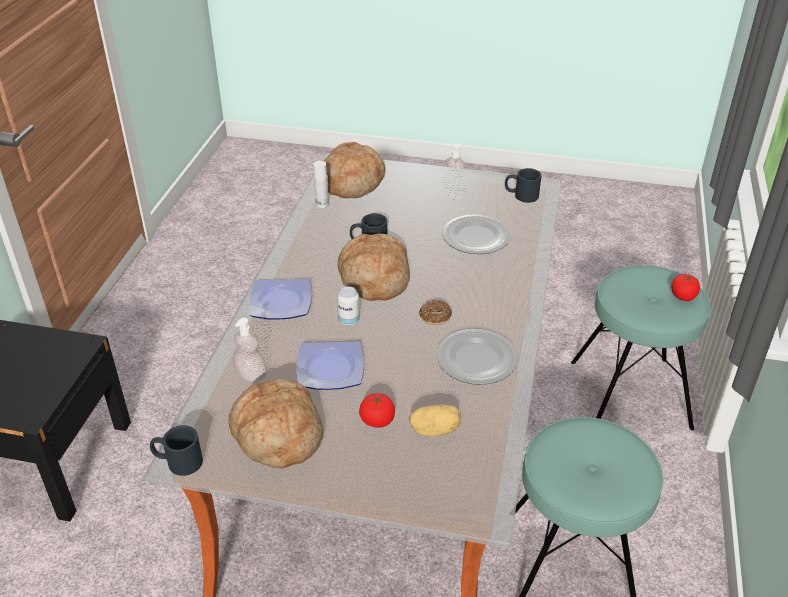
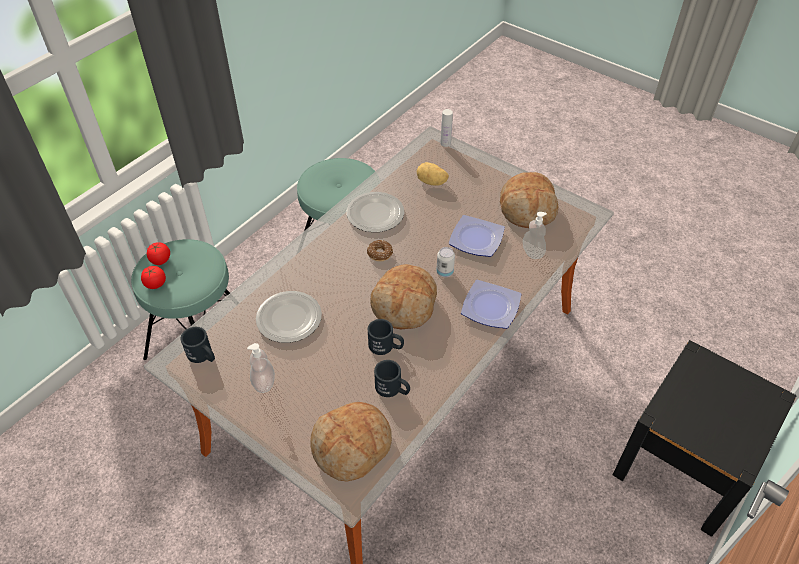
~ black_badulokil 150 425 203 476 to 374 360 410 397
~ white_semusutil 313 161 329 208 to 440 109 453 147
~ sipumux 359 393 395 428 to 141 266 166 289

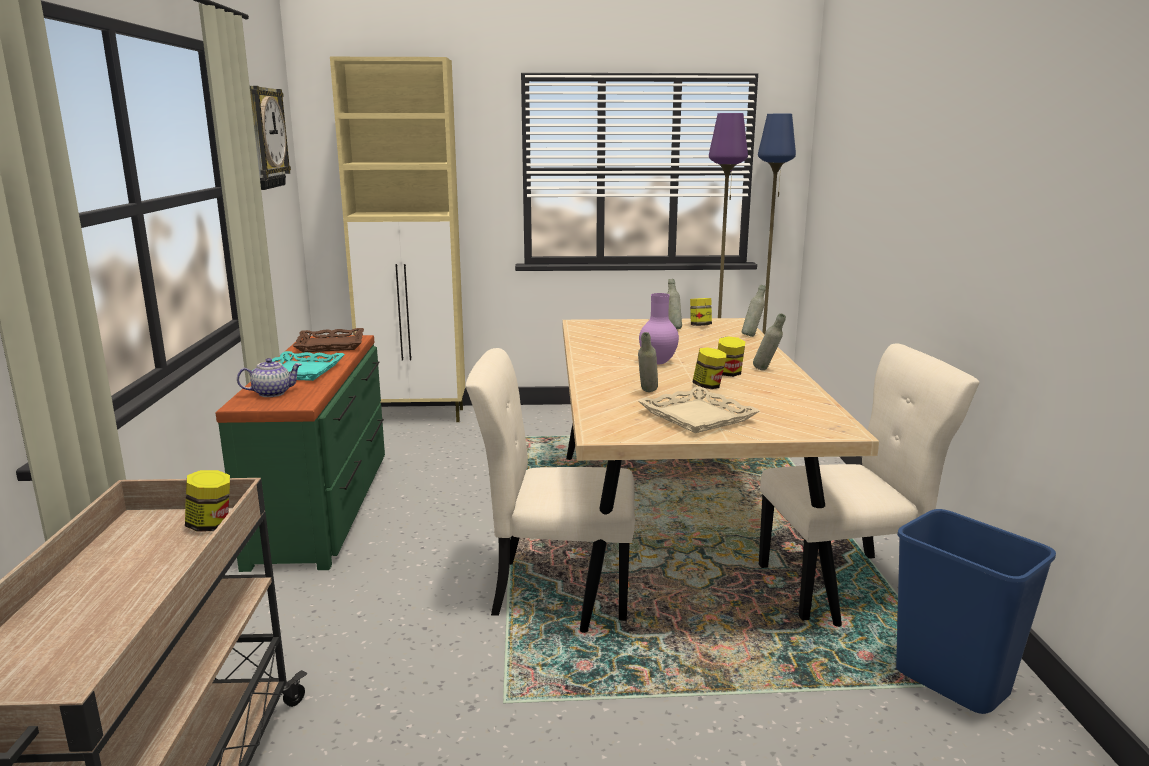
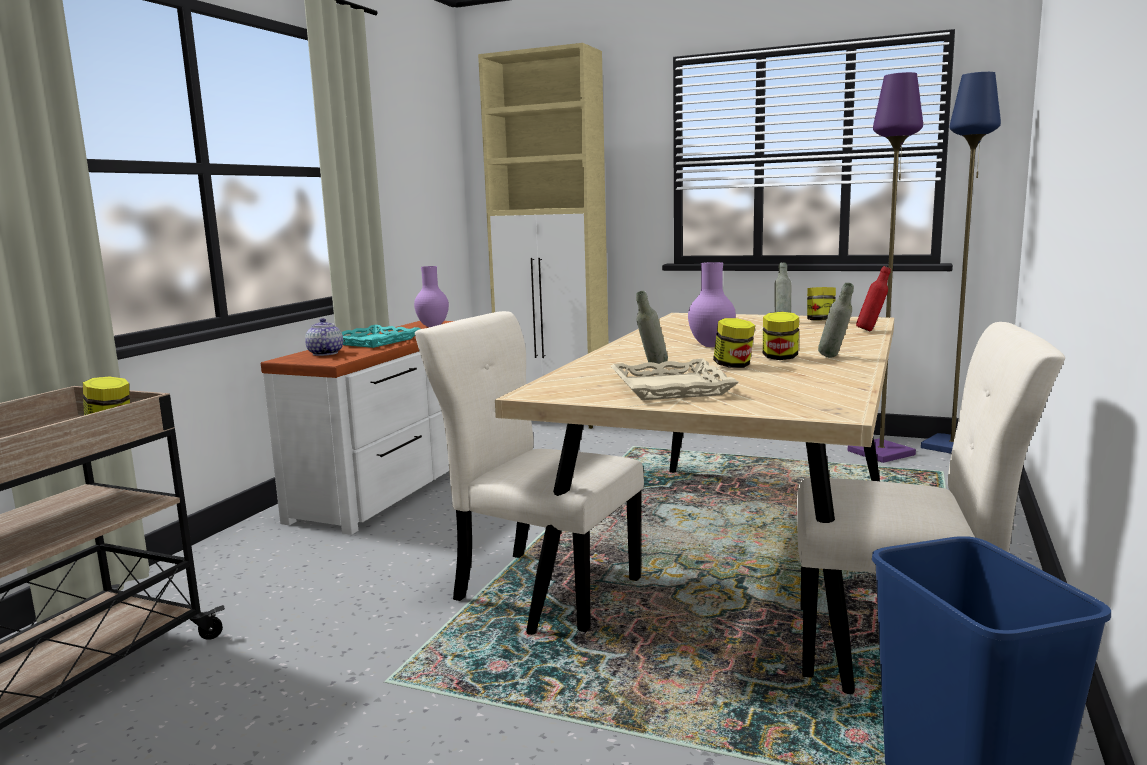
~ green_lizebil 216 335 385 572 to white_lizebil 261 321 453 535
~ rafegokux 237 358 302 397 = 305 318 343 356 105 degrees counterclockwise
- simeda 250 86 291 190
~ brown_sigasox 293 328 364 352 to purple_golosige 414 266 449 327
~ grey_semusutil 742 285 766 337 to red_semusutil 856 266 891 331

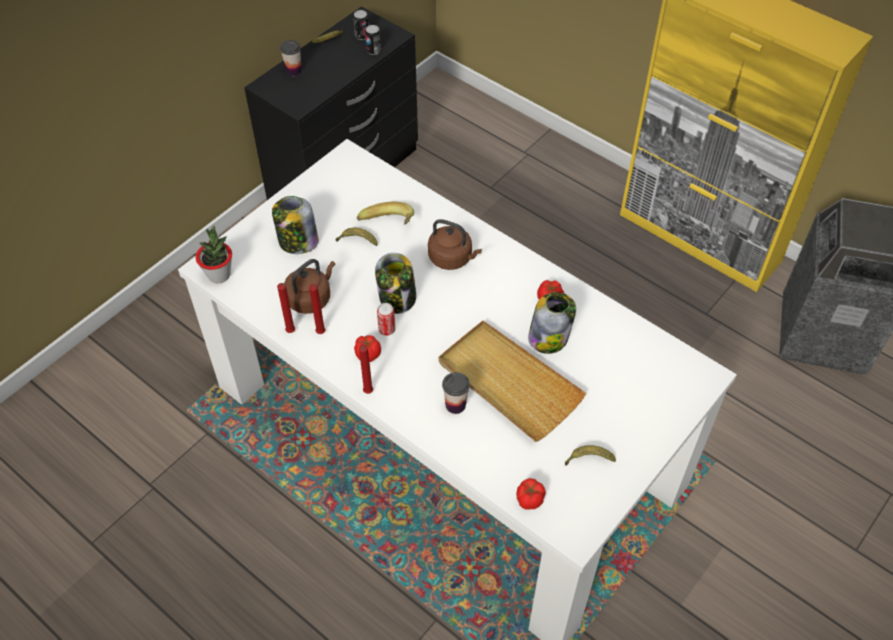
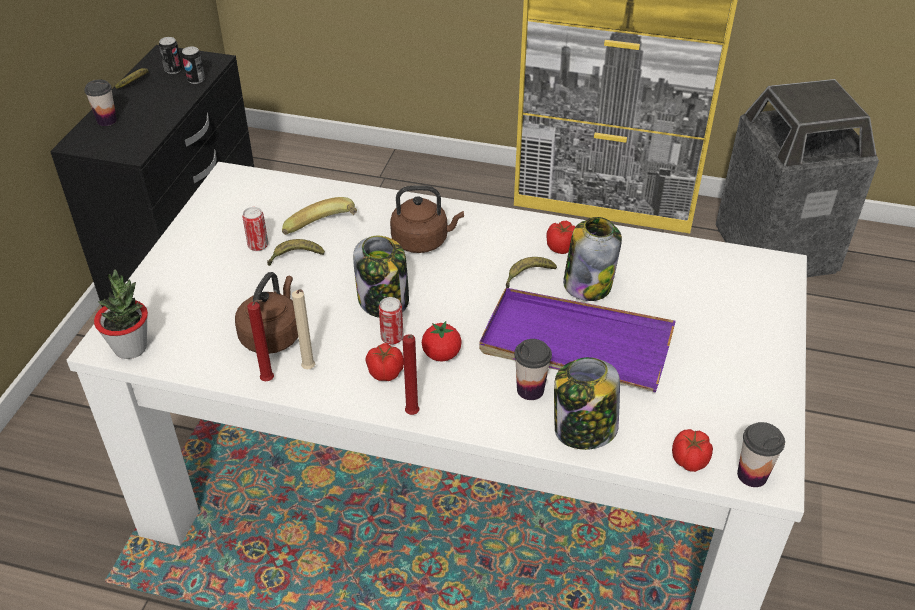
~ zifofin 272 196 319 254 to 554 357 620 450
~ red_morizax 309 284 326 334 to beige_morizax 292 289 315 369
~ beige_sigasox 439 321 586 442 to purple_sigasox 479 288 676 392
~ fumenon 565 445 616 466 to 506 257 557 288
+ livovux 242 207 268 251
+ sipumux 422 321 462 361
+ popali 737 422 785 487

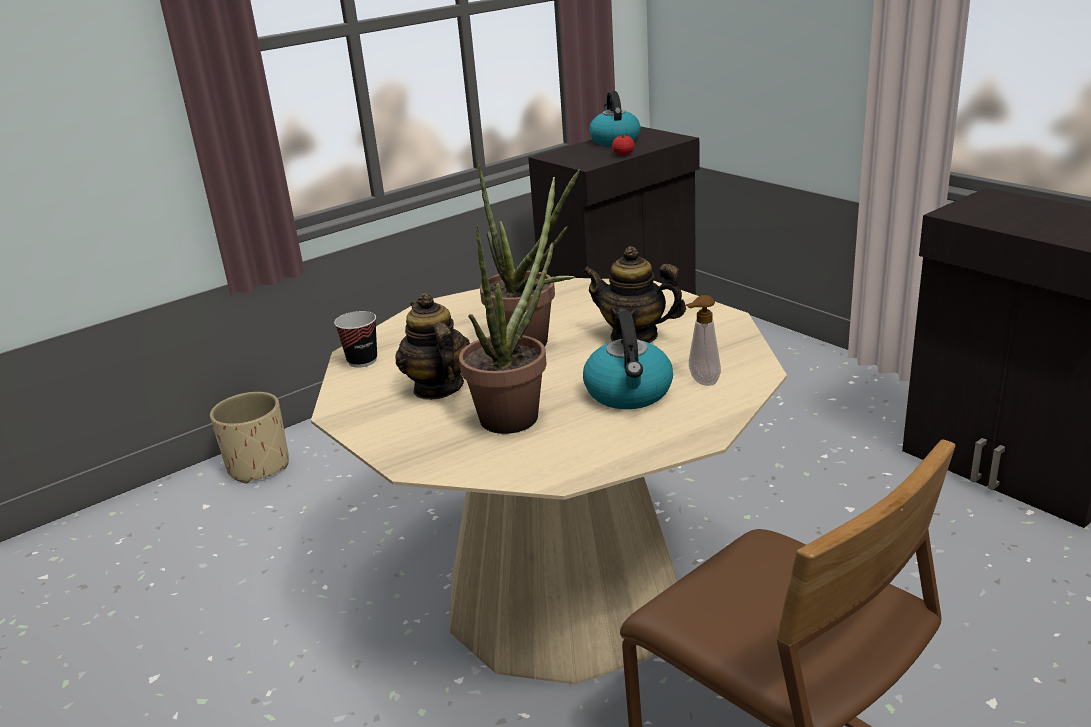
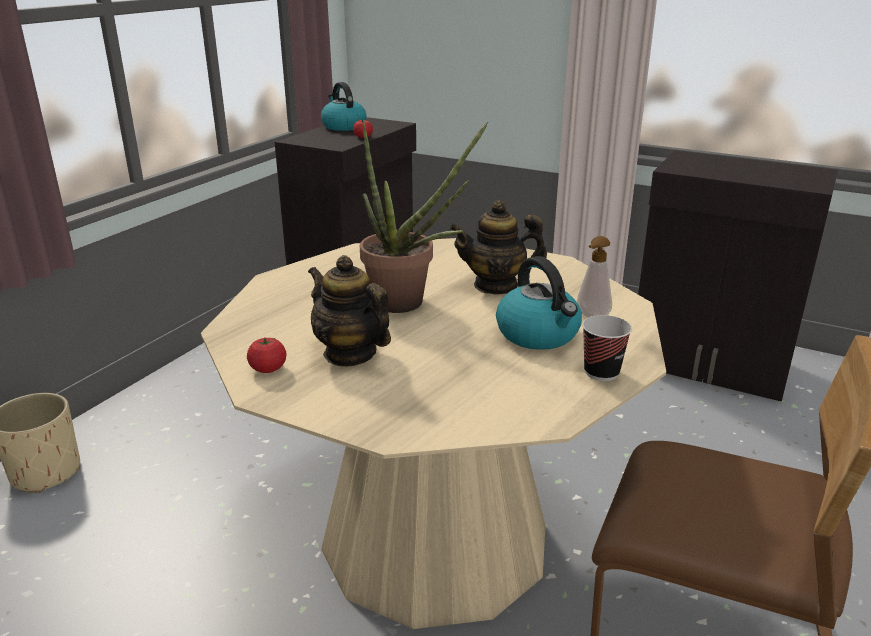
~ popali 334 311 377 368 to 582 315 632 381
- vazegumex 459 177 555 434
+ sipumux 247 337 287 373

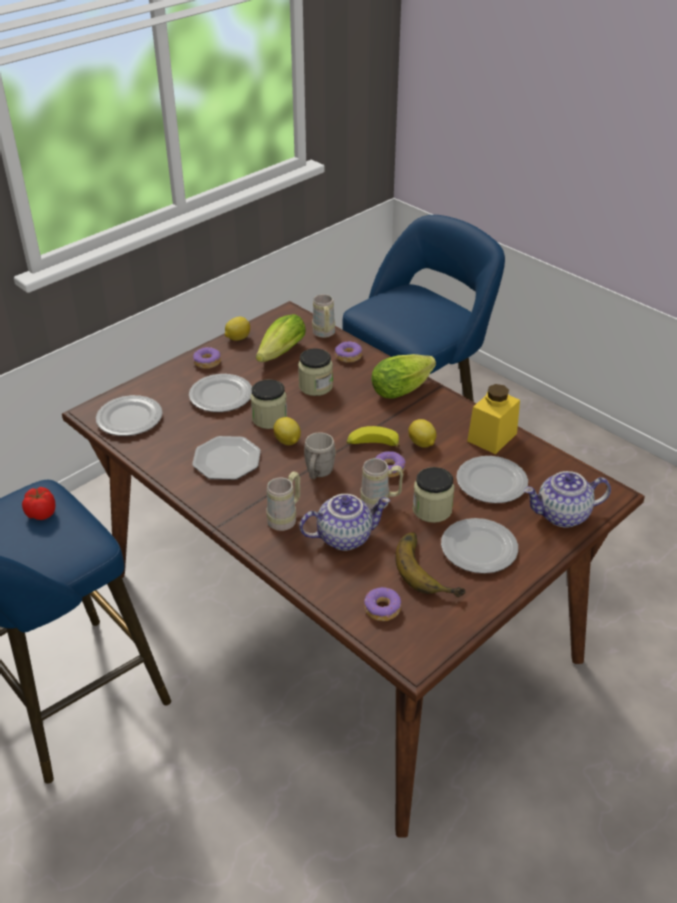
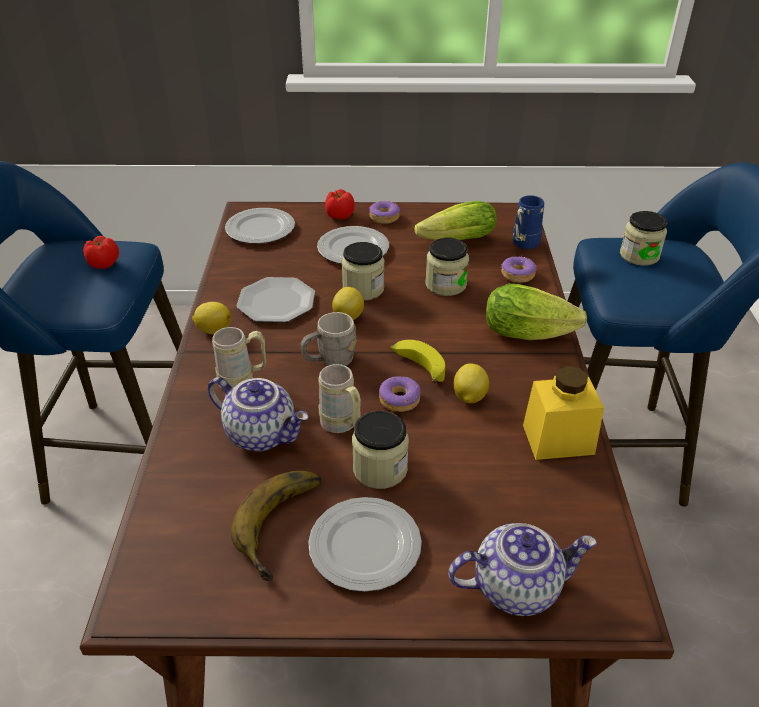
~ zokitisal 225 317 250 341 to 192 302 232 334
~ beige_badulokil 312 294 335 338 to blue_badulokil 512 195 544 249
- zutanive 364 587 401 621
- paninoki 456 456 528 503
~ rafegokux 524 471 611 528 = 448 523 597 616 135 degrees clockwise
+ sipumux 325 189 355 219
+ zifofin 620 211 667 266

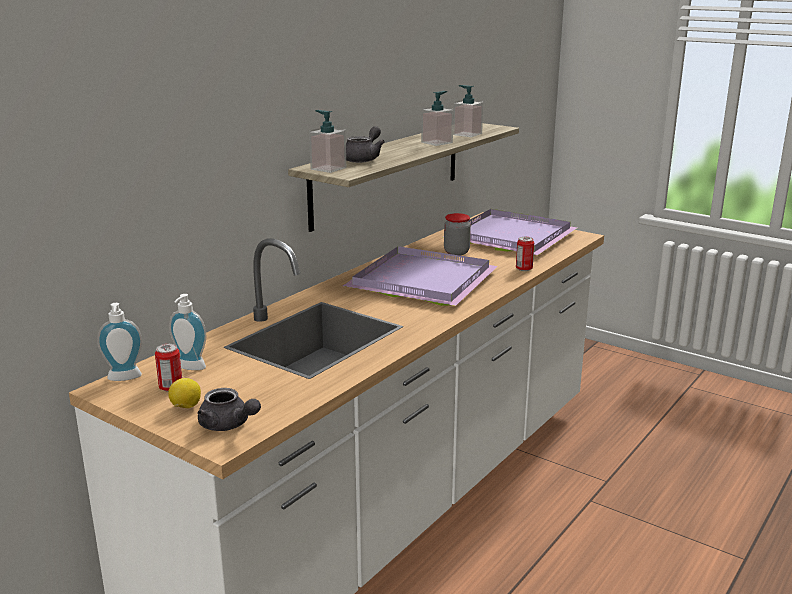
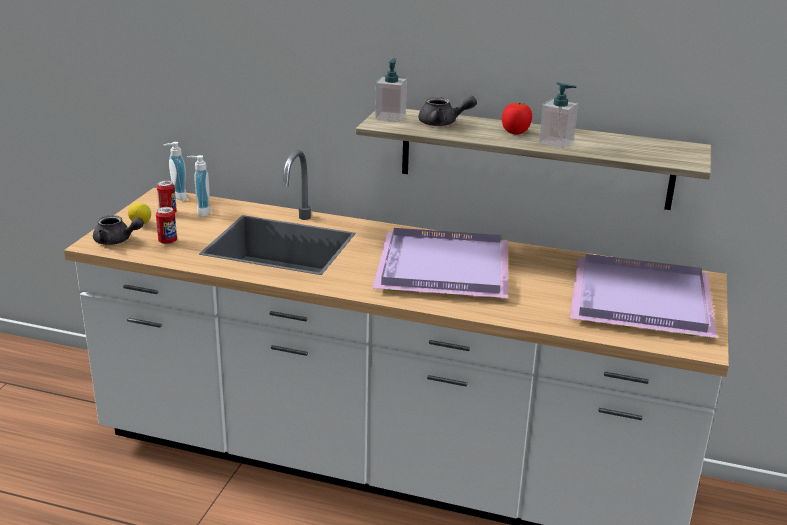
~ grey_rafegokux 198 388 261 431 = 93 215 144 245 90 degrees counterclockwise
- zifofin 444 213 471 256
- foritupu 453 85 483 137
~ livovux 516 237 534 271 to 156 207 177 244
+ sipumux 502 103 532 135

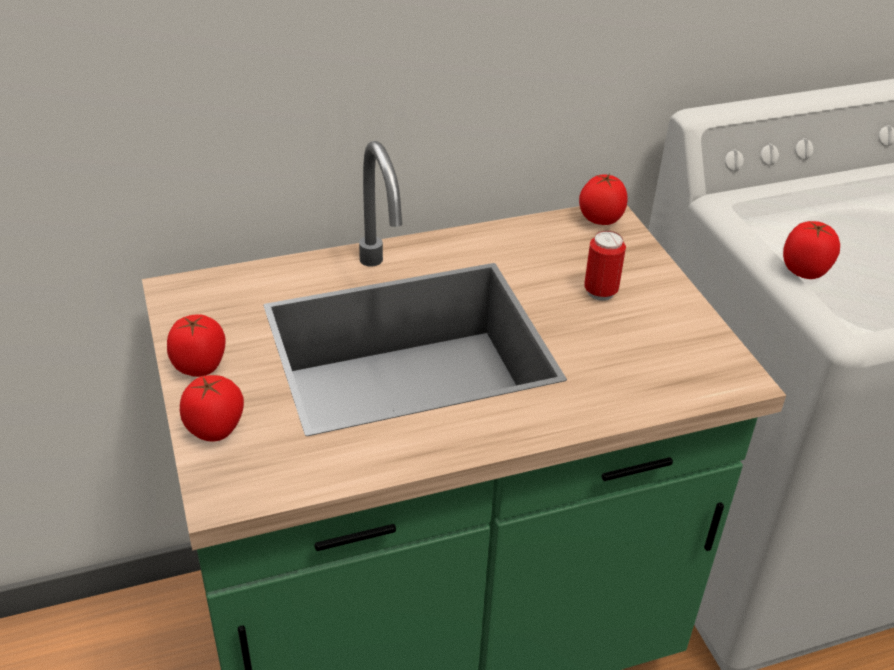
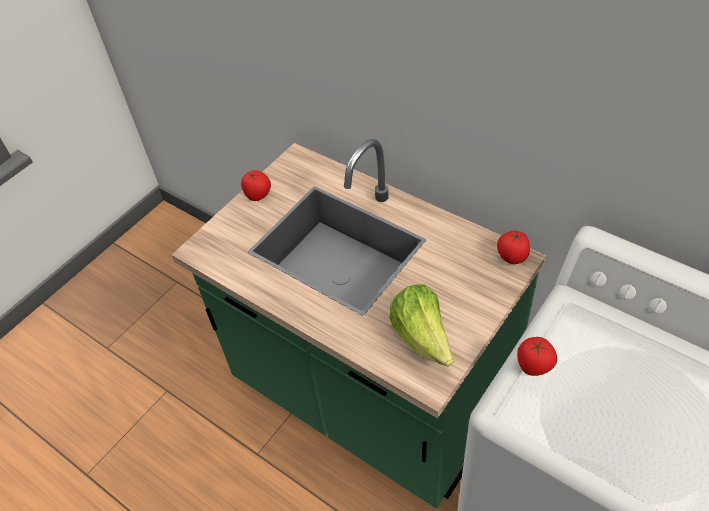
- sipumux 180 375 244 441
- livovux 584 231 626 301
+ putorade 389 284 454 366

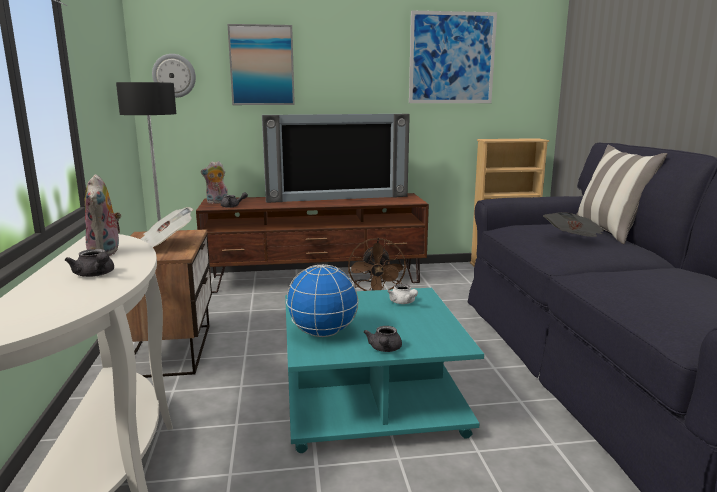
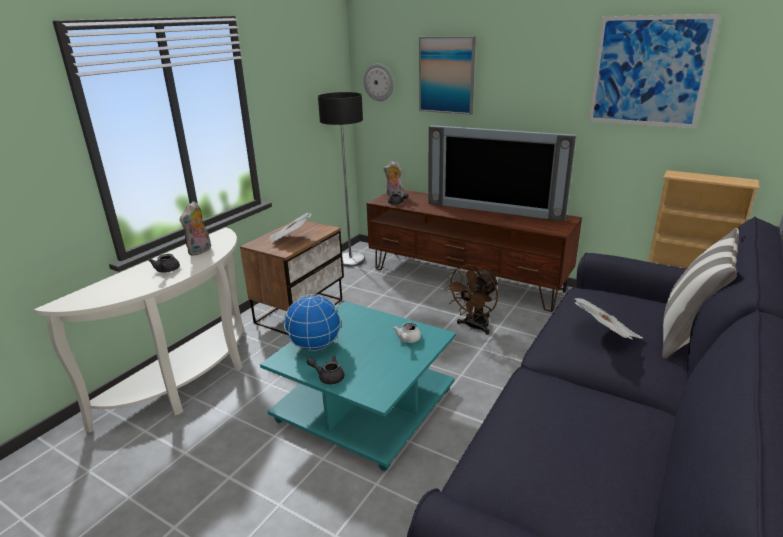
~ grey_rafegokux 364 326 402 352 = 307 355 344 384 60 degrees clockwise

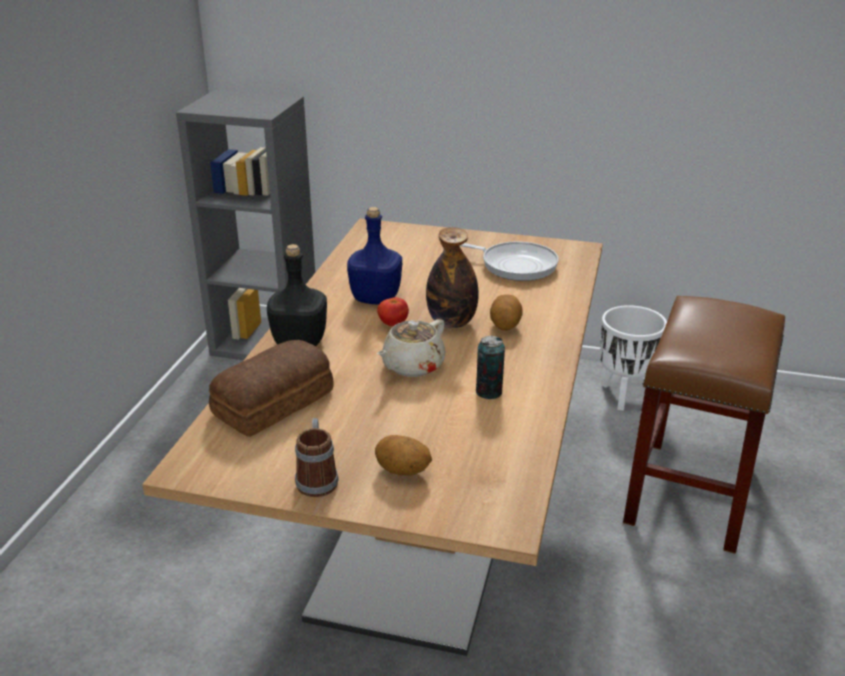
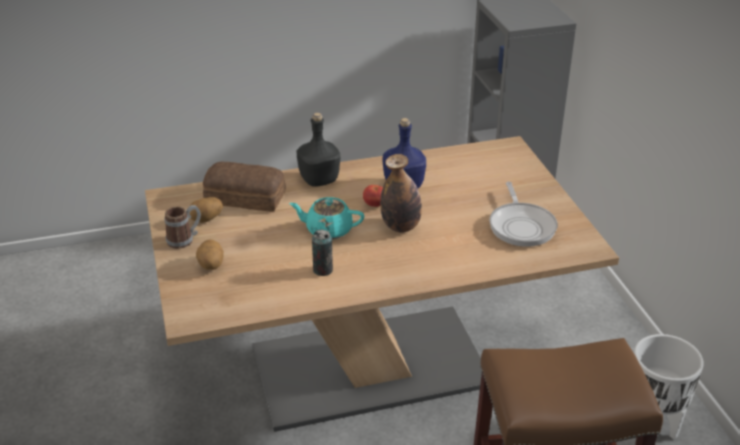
~ beige_rafegokux 377 319 446 377 to turquoise_rafegokux 289 197 364 240
~ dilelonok 490 294 522 330 to 190 197 223 223

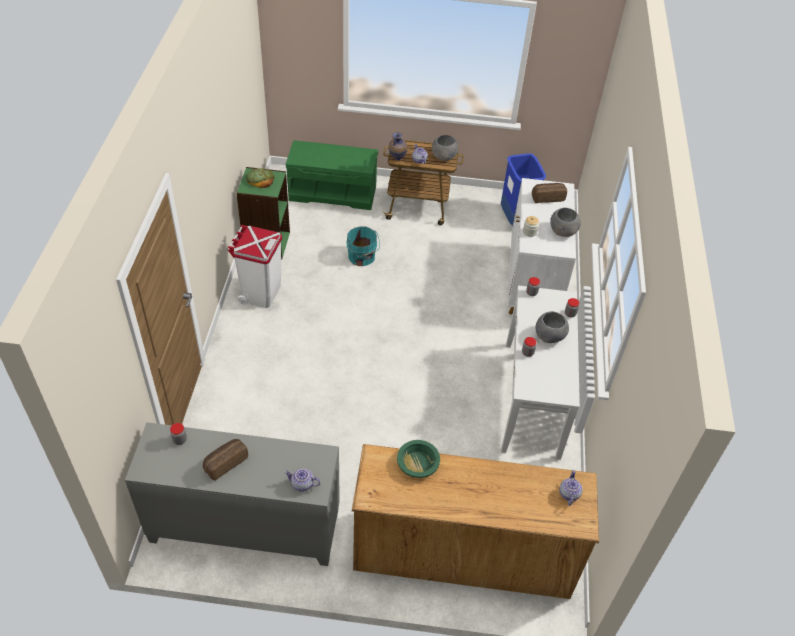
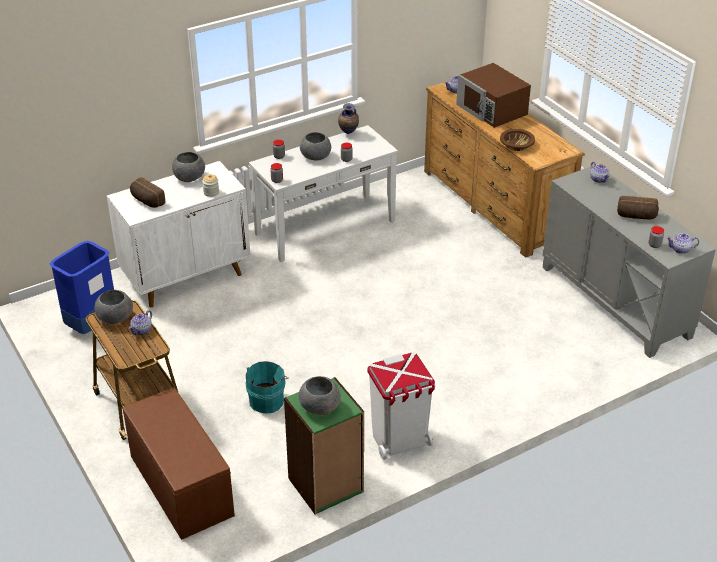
~ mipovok 246 168 275 188 to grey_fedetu 299 376 341 415
~ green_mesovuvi 286 140 378 210 to brown_mesovuvi 123 388 235 540
~ golosige 389 132 408 161 to 338 103 359 134
~ green_fedetu 397 440 440 478 to brown_fedetu 500 129 535 151
+ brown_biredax 456 63 531 128
+ rafegokux 666 233 699 254

